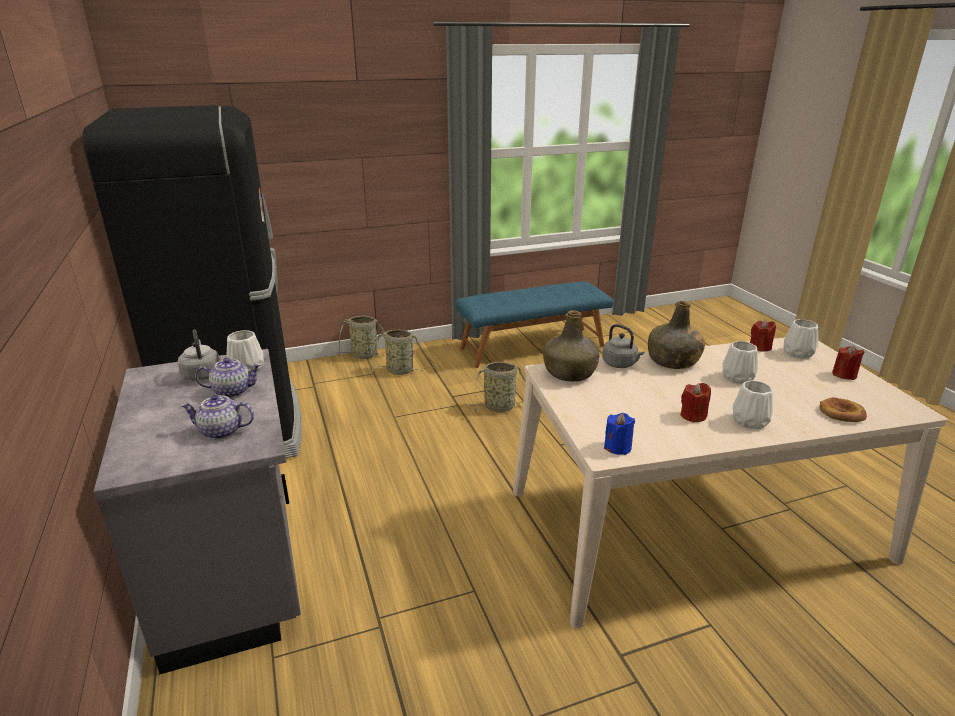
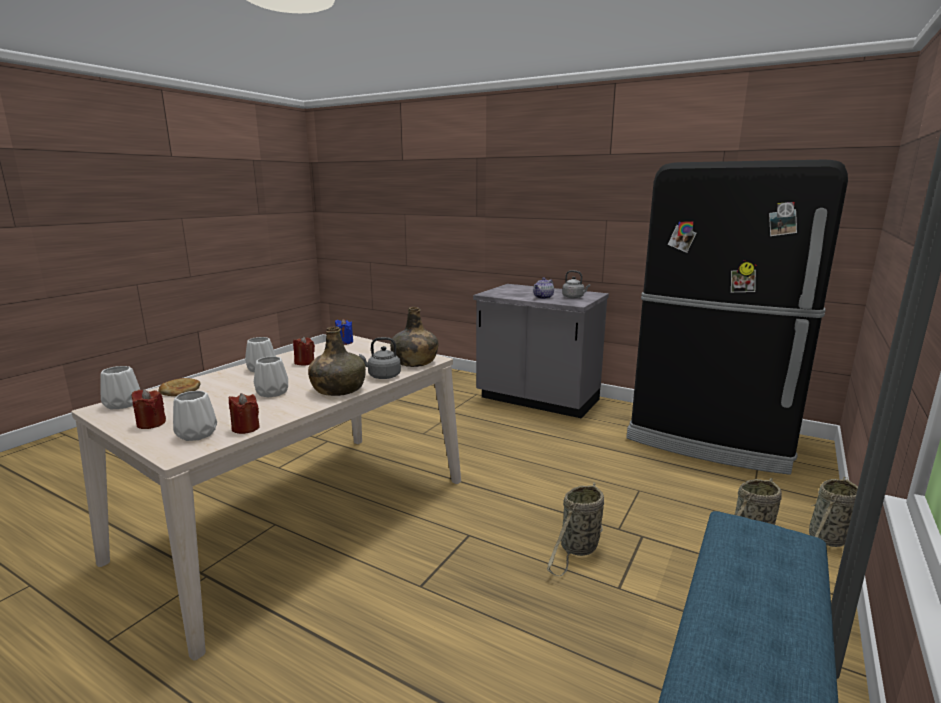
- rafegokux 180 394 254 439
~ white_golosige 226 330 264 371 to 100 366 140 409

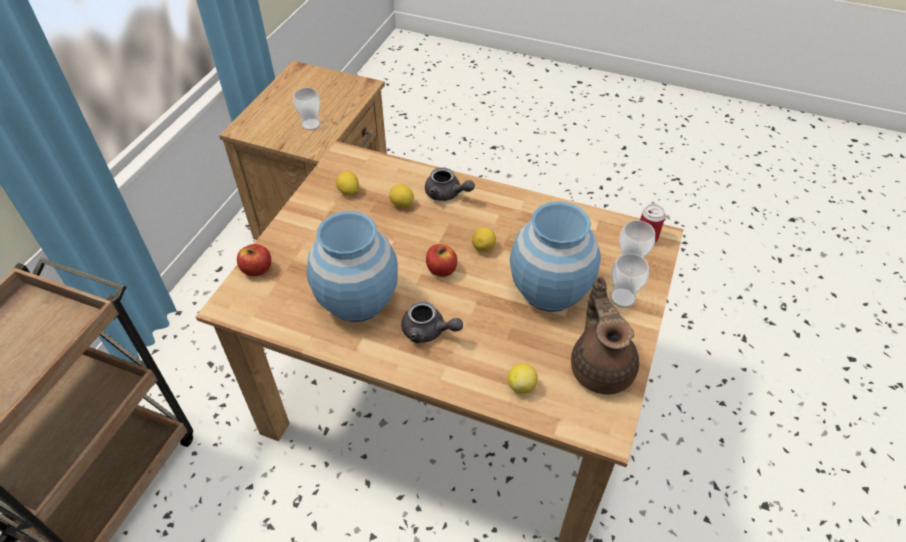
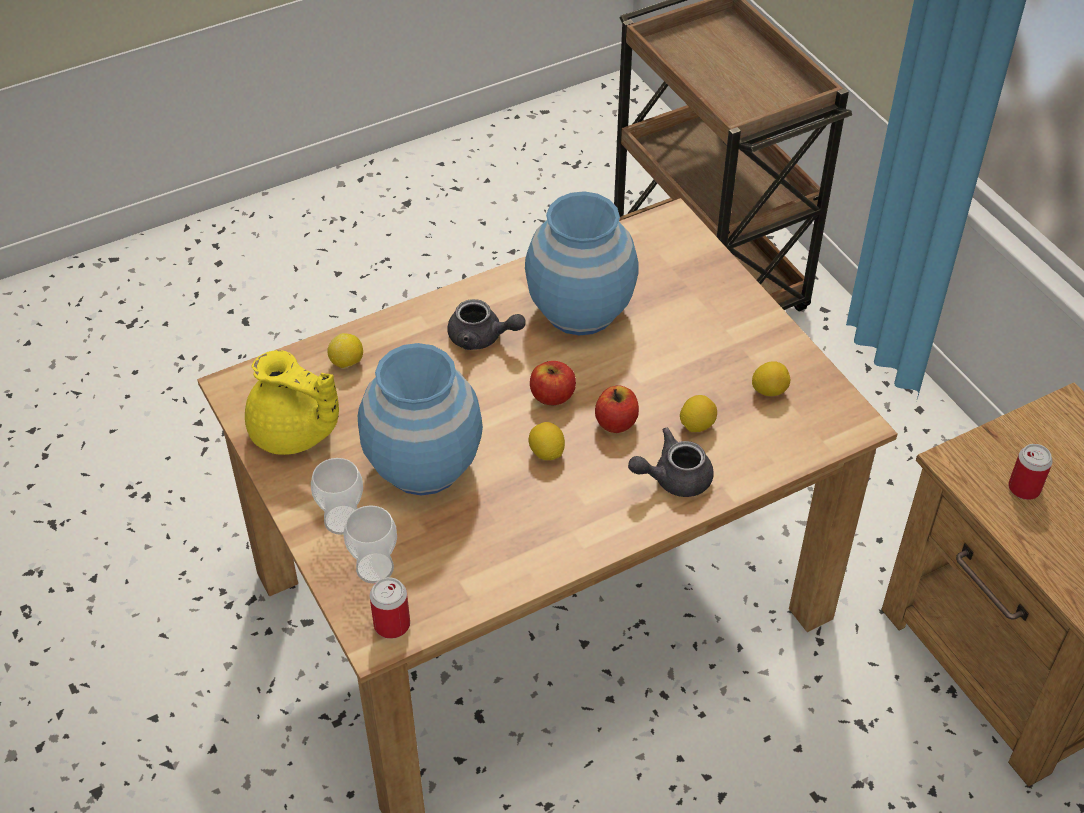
~ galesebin 237 244 271 276 to 595 386 639 433
~ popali 293 88 321 130 to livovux 1008 444 1053 500
~ grey_rafegokux 401 301 463 343 = 447 299 526 350 135 degrees counterclockwise
~ brown_rafegokux 571 276 639 395 to yellow_rafegokux 245 350 339 455

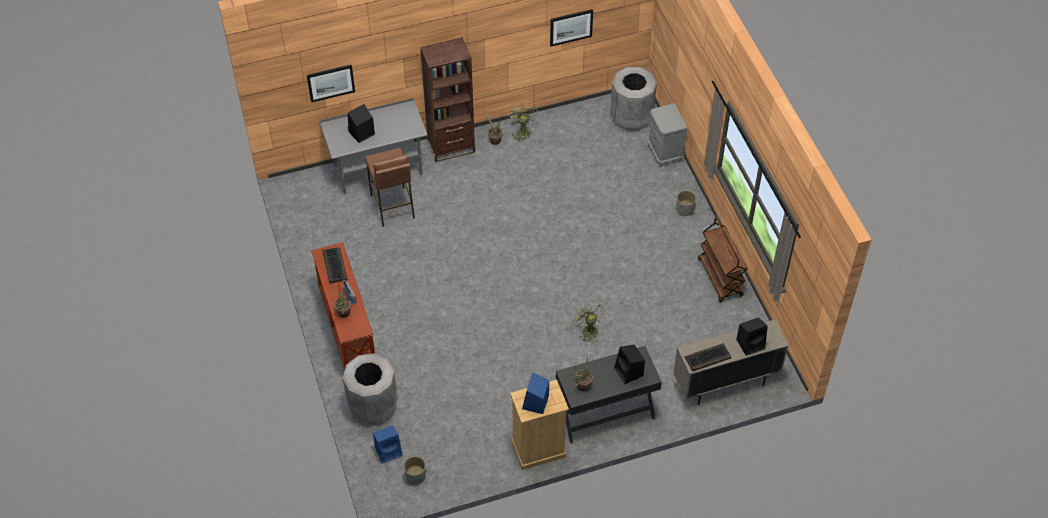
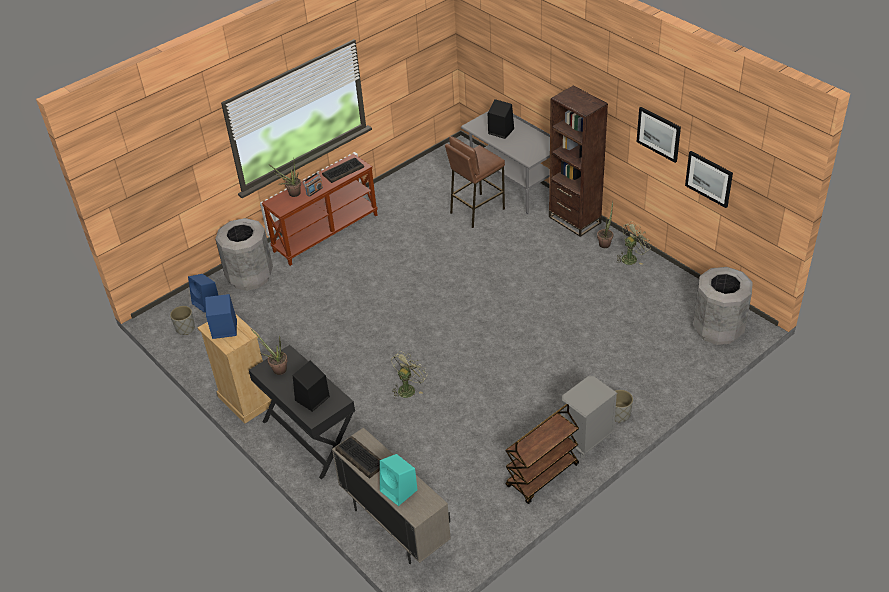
~ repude 307 65 355 103 to 637 107 681 163
~ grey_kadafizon 647 103 688 167 to 562 376 618 459
~ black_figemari 736 317 768 356 to turquoise_figemari 380 454 417 506

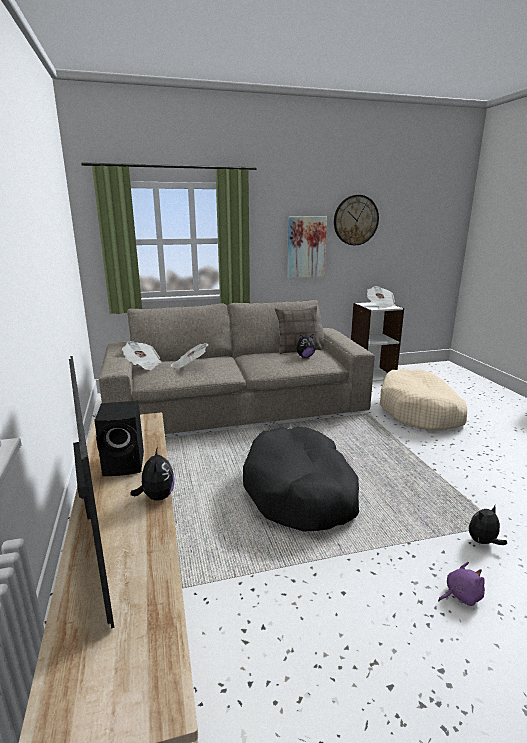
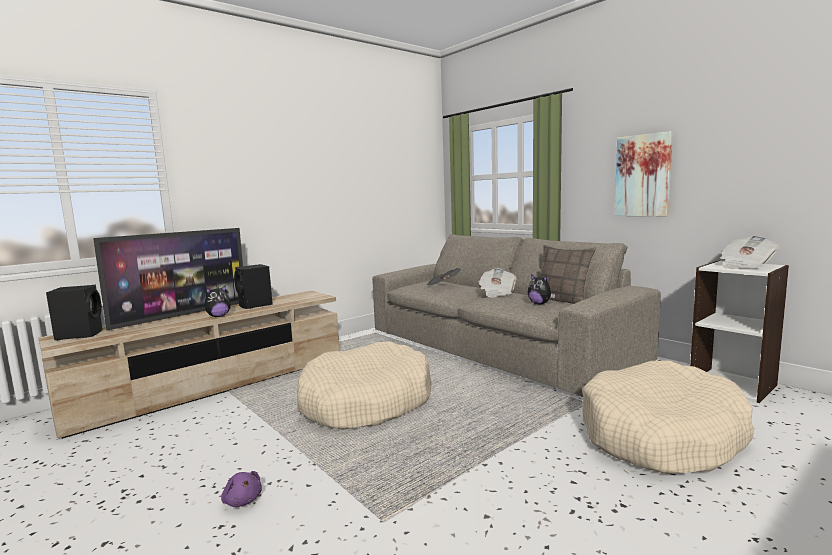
~ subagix 122 341 162 370 to 478 268 517 298
~ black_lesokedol 243 427 359 531 to beige_lesokedol 297 341 432 430
- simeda 334 195 379 245
- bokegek 469 506 507 545
+ black_figemari 46 285 103 340

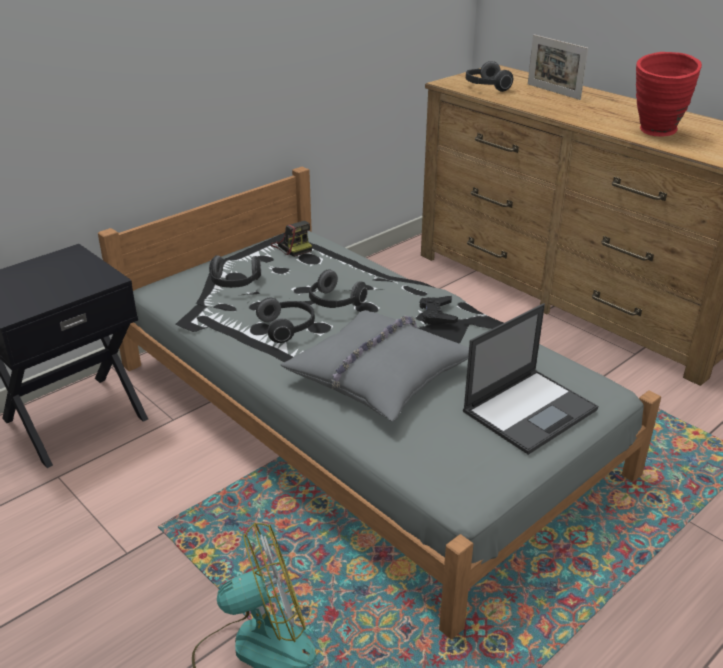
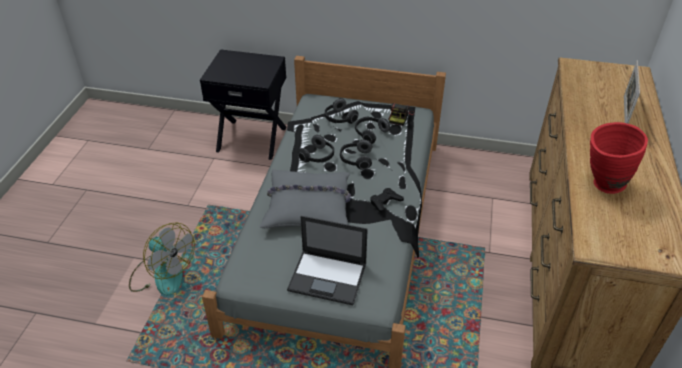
~ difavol 466 61 513 92 to 355 117 390 144

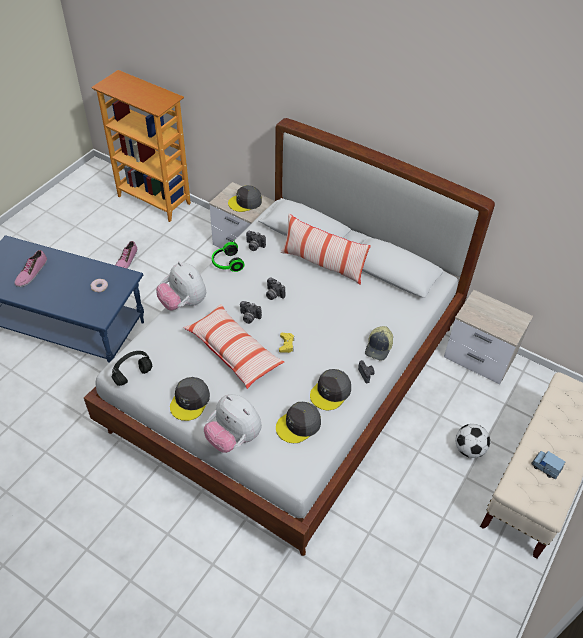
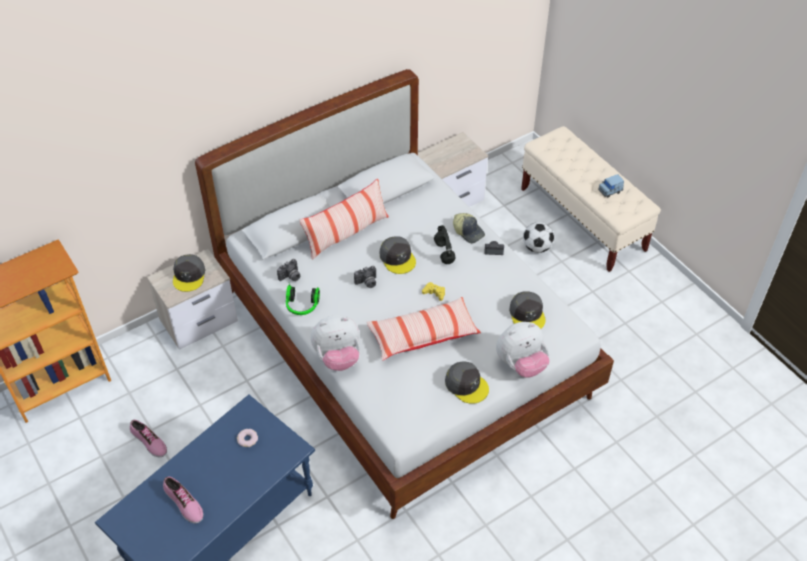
~ black_difavol 112 351 152 386 to 434 225 456 264
- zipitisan 240 301 262 324
~ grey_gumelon 310 369 351 410 to 380 236 416 274

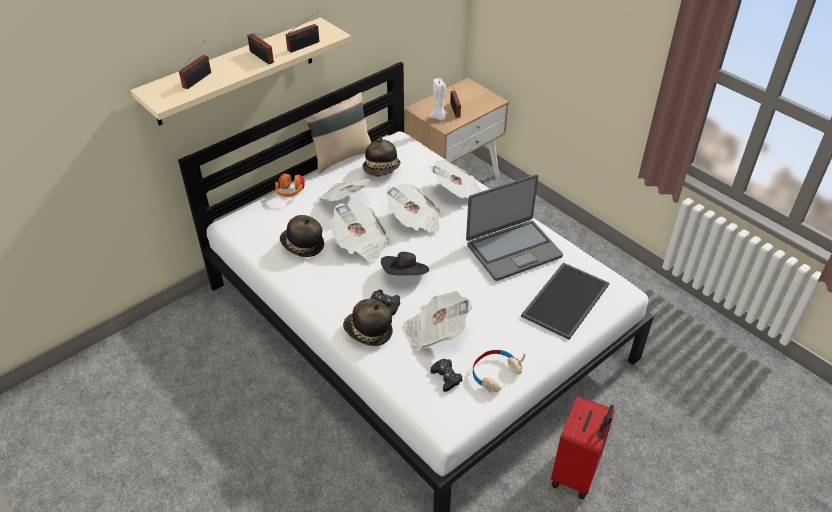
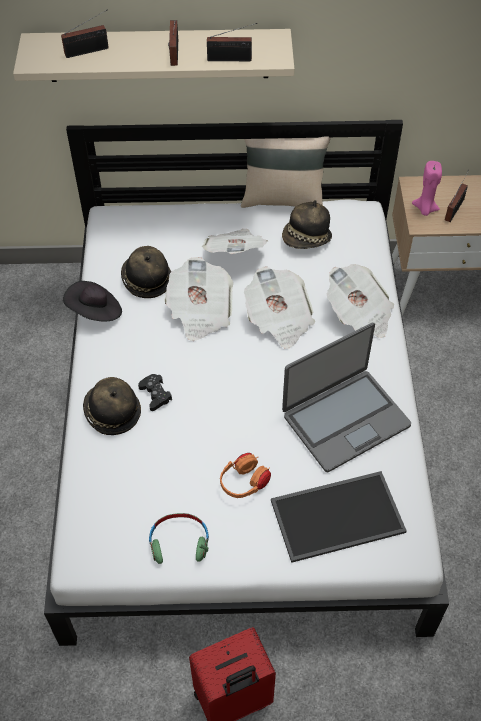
~ orange_difavol 275 173 305 197 to 220 453 271 498
~ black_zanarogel 381 252 429 275 to 63 281 122 322
- subagix 403 291 472 350
~ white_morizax 429 78 448 120 to pink_morizax 412 161 442 216
- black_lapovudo 430 359 462 392
~ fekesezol 466 175 563 281 = 282 323 411 472 45 degrees counterclockwise
~ beige_difavol 473 350 526 393 to green_difavol 149 513 209 564

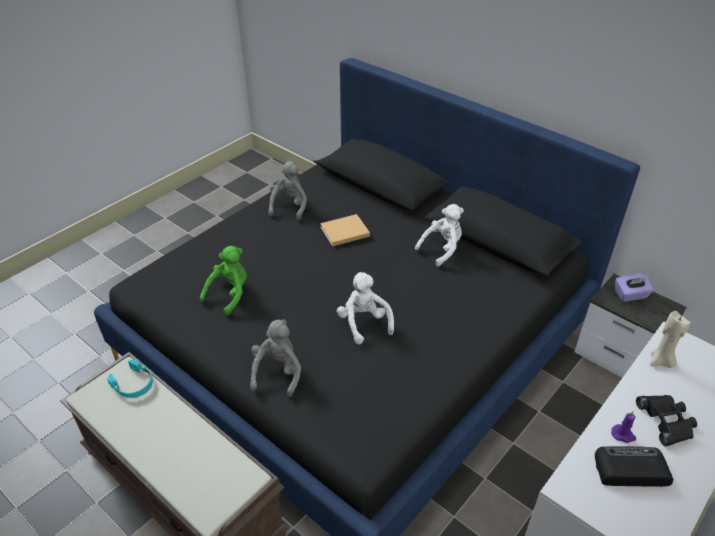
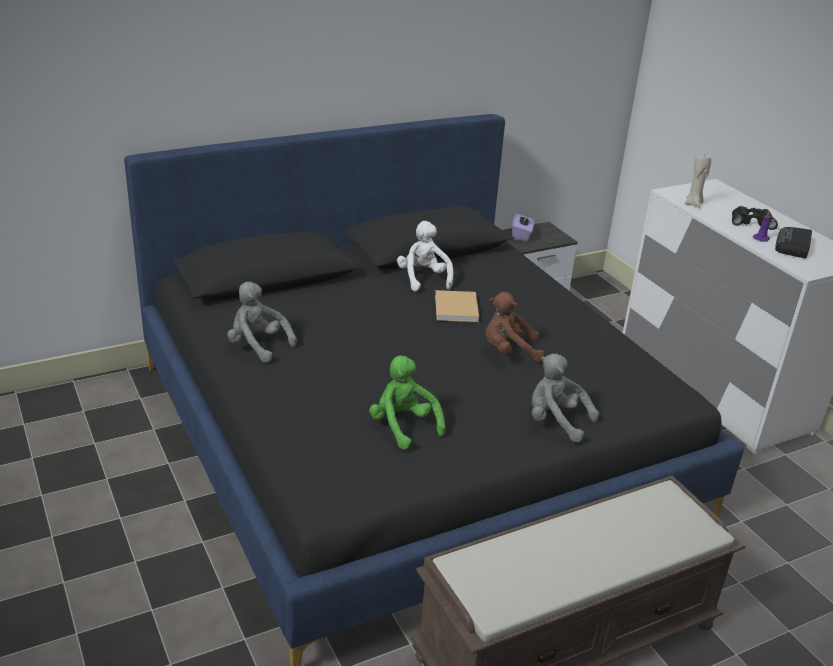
- turquoise_difavol 107 360 153 398
~ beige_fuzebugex 320 214 370 247 to 435 290 479 322
~ white_bokegek 337 272 394 344 to brown_bokegek 486 292 545 362

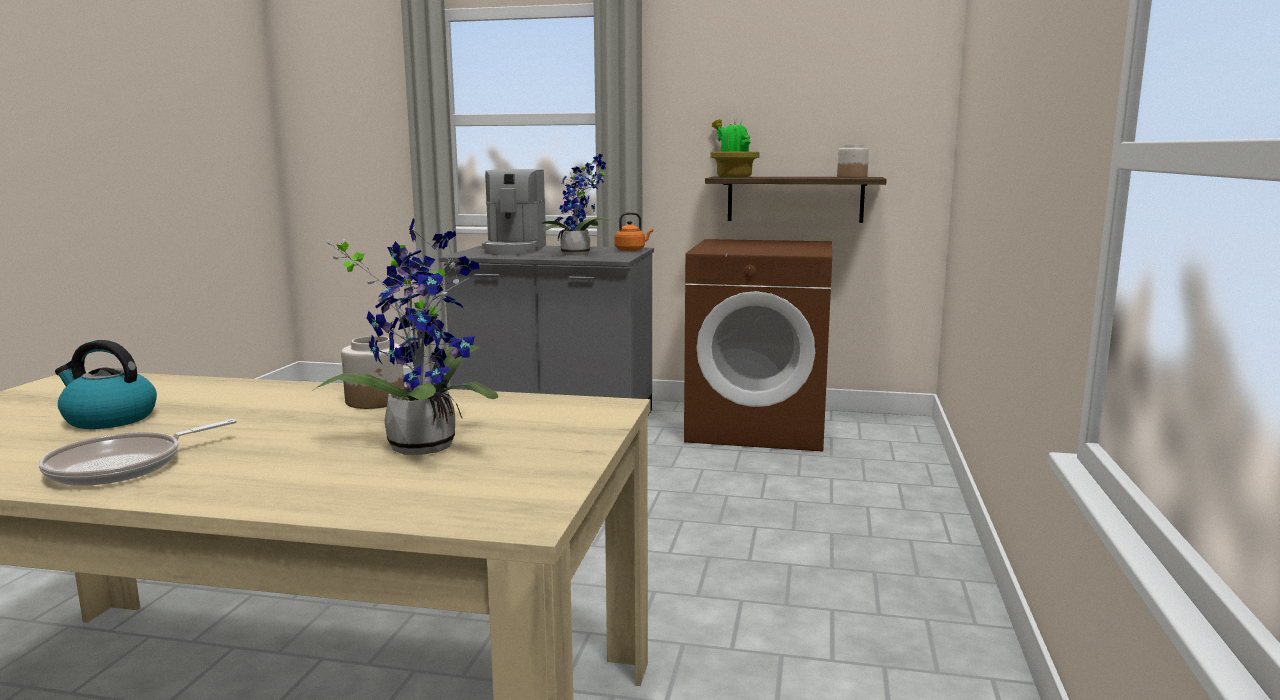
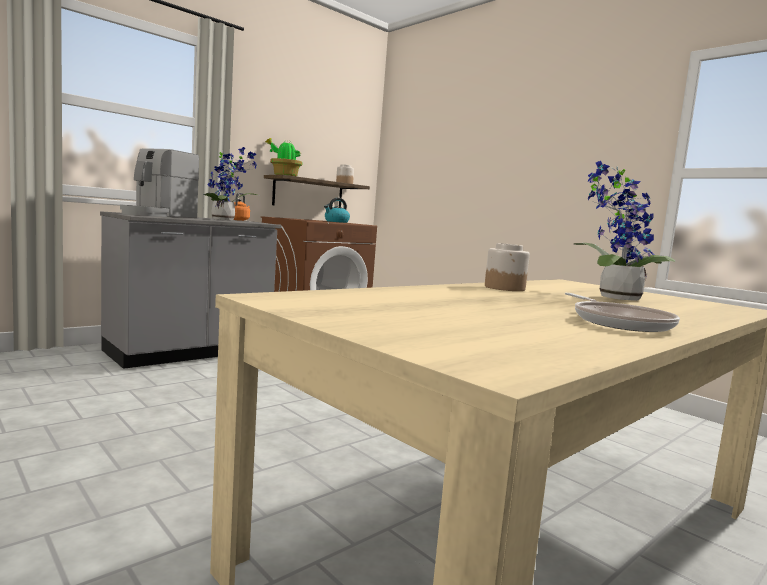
~ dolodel 55 340 157 429 to 324 198 350 223
~ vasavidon 482 169 546 255 = 120 148 199 218 75 degrees clockwise

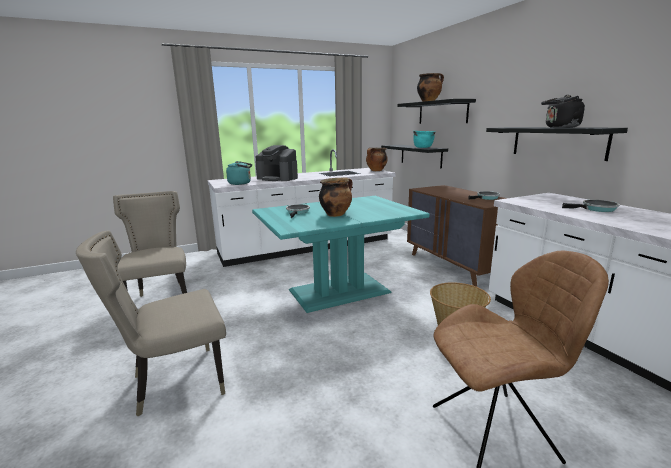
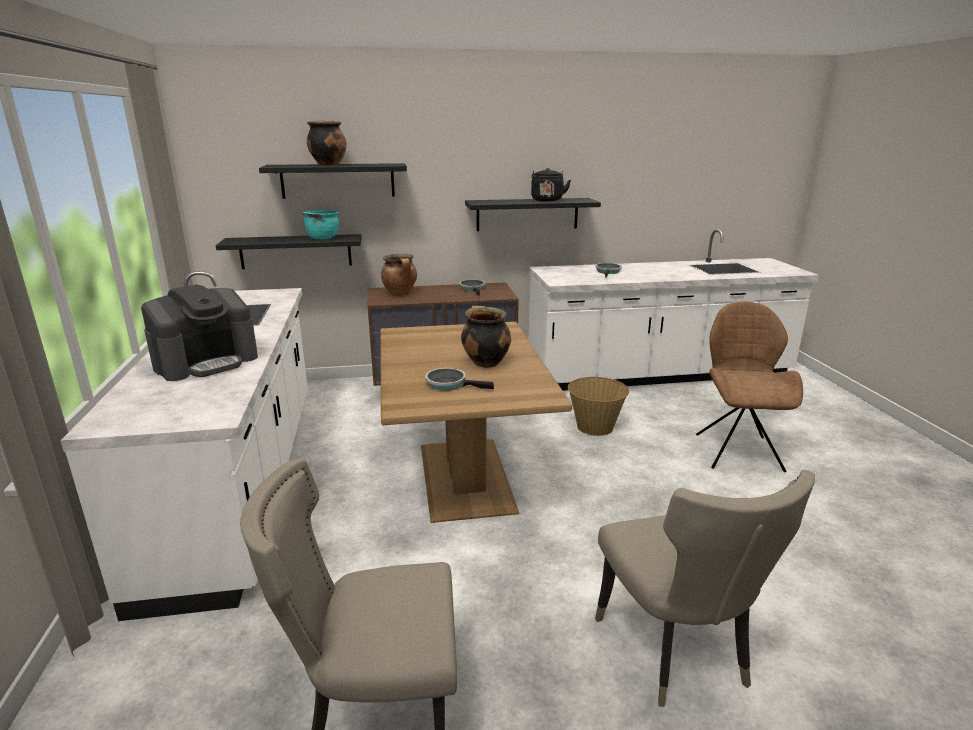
- turquoise_dolodel 226 161 252 185
~ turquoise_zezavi 252 196 430 313 to brown_zezavi 380 322 572 523
~ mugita 366 148 388 171 to 381 254 417 296

